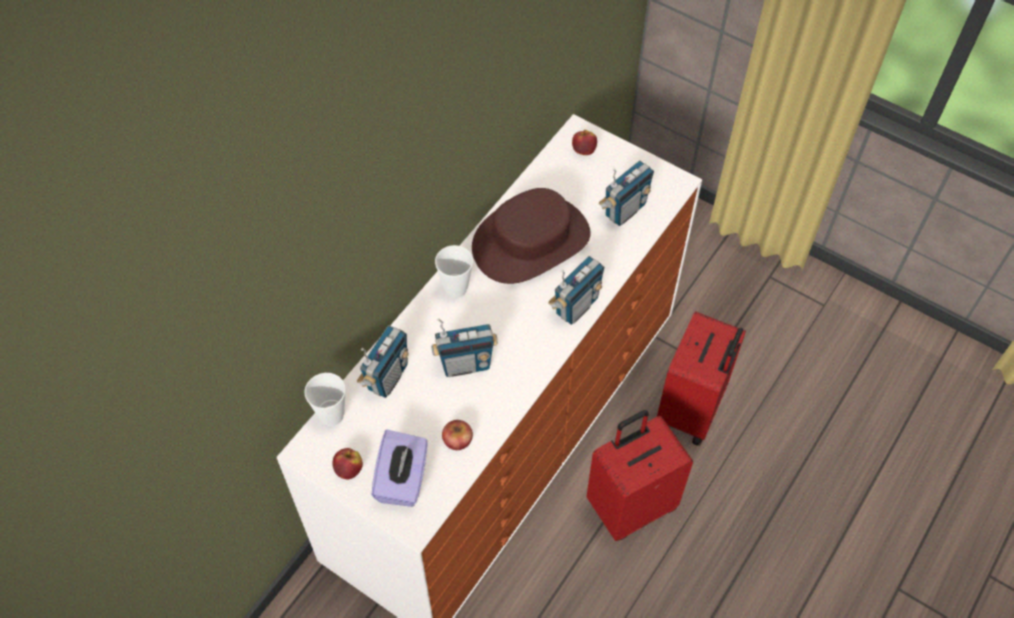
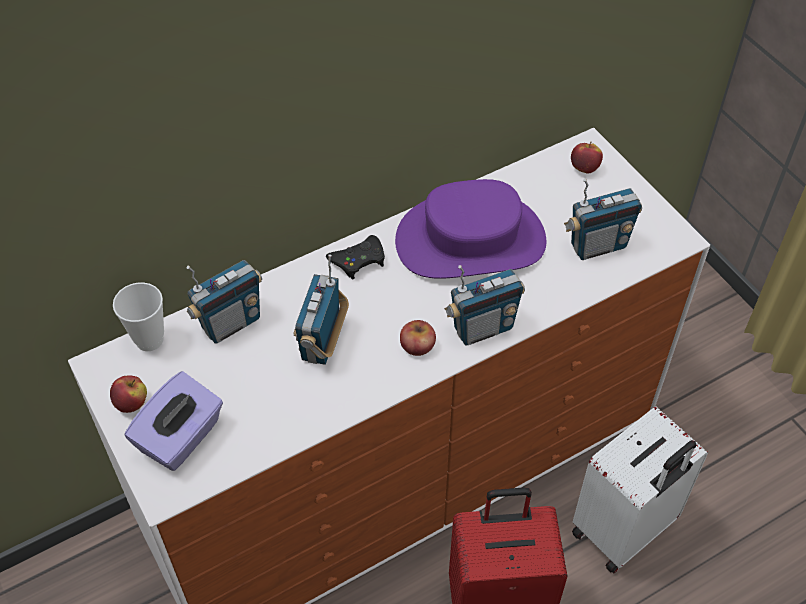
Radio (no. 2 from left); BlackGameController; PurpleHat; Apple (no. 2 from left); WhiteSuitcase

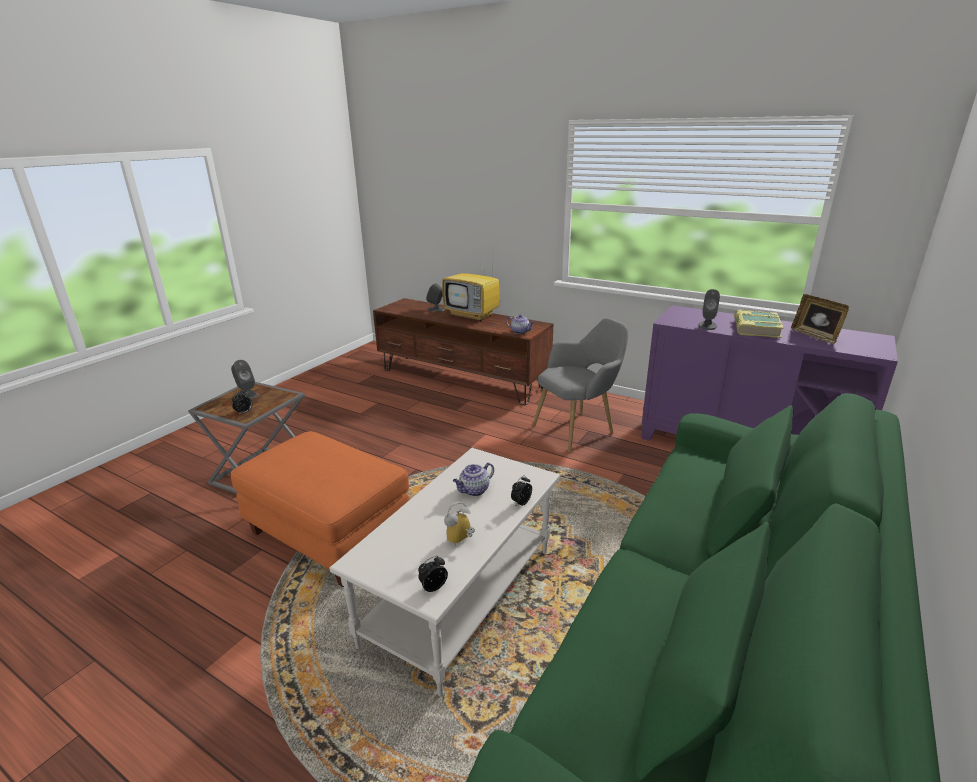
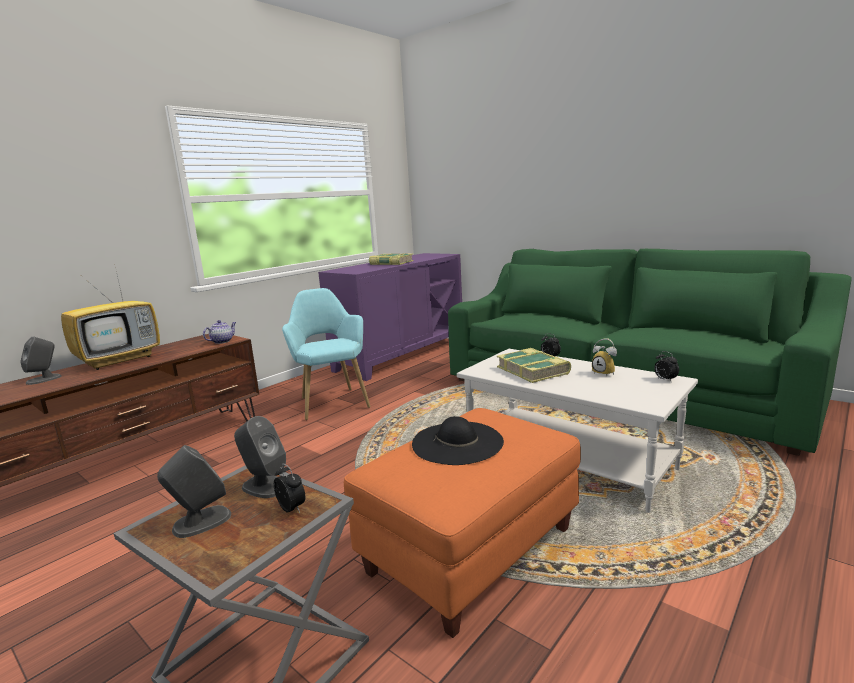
GreySpeaker (no. 3 from left); TurquoiseArmchair; BlackHat; Book (no. 2 from left); PictureFrame

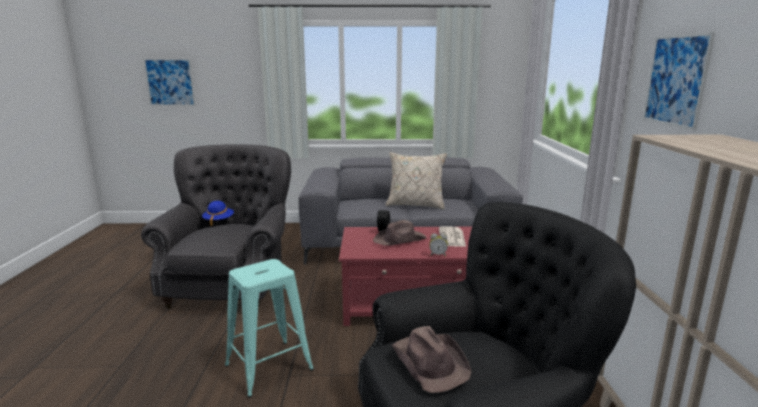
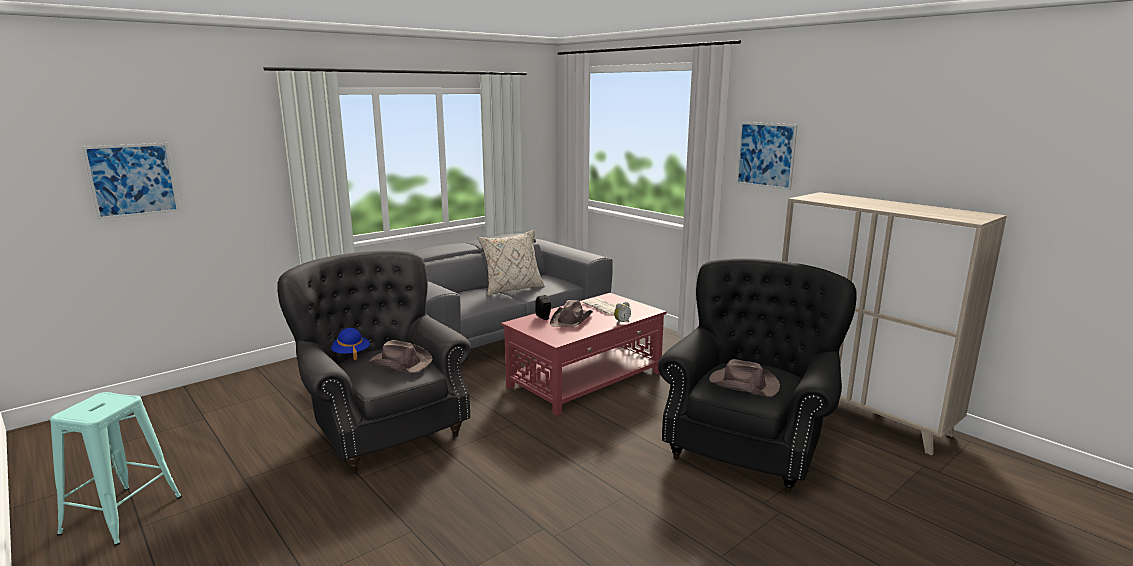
TurquoiseStool; BrownHat (no. 1 from left)

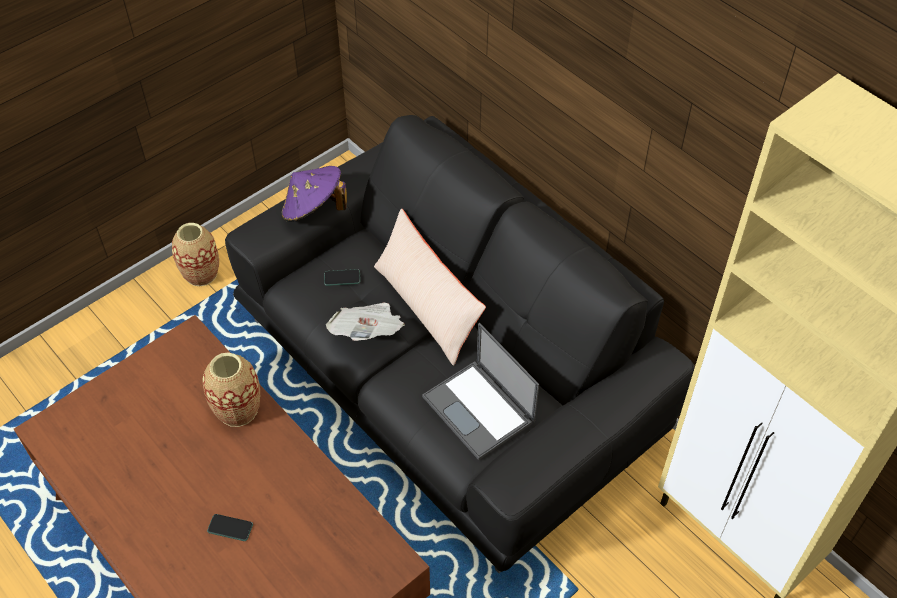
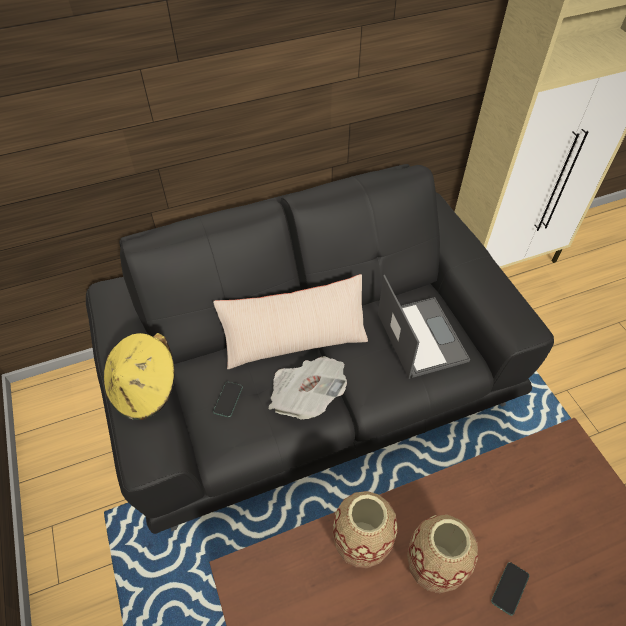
YellowHat; Laptop; Vase (no. 2 from left)

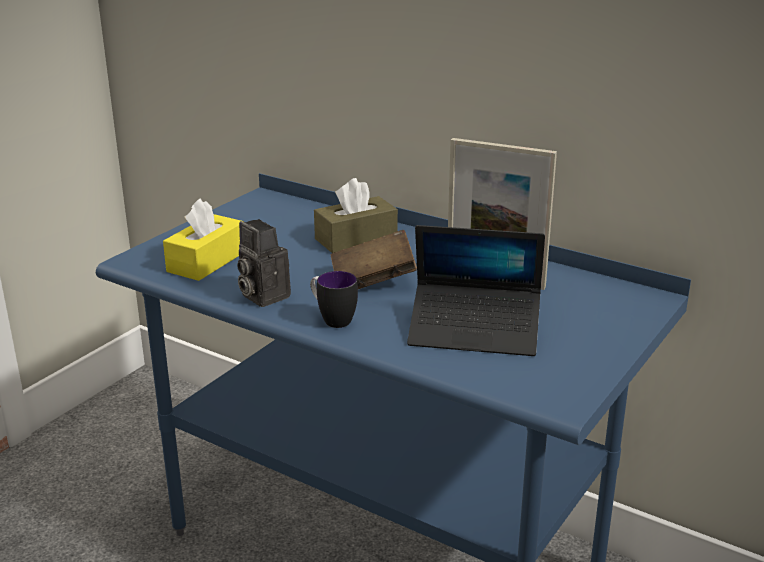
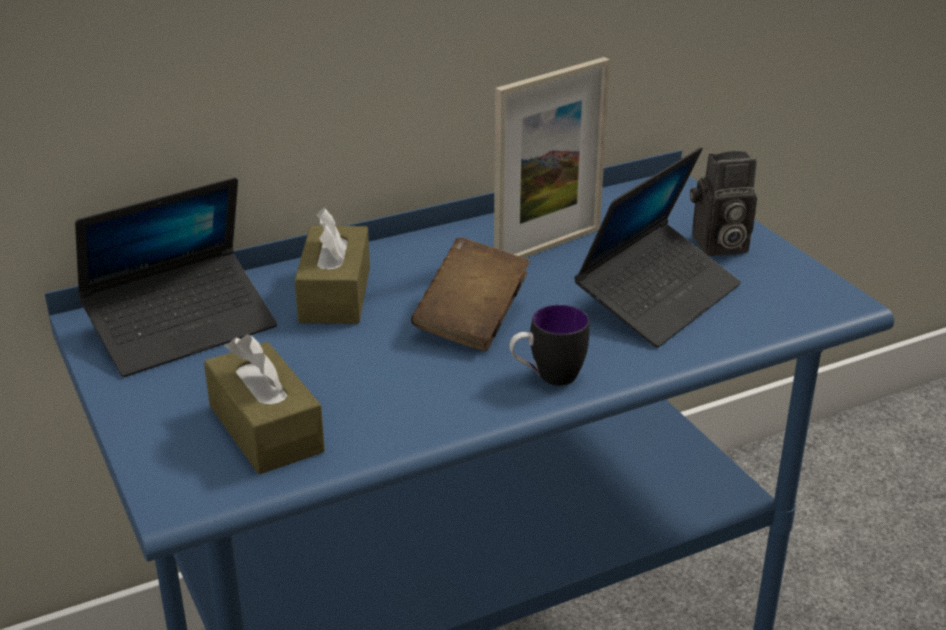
Laptop (no. 1 from left); BrownTissueBox (no. 1 from left); PhotoCamera

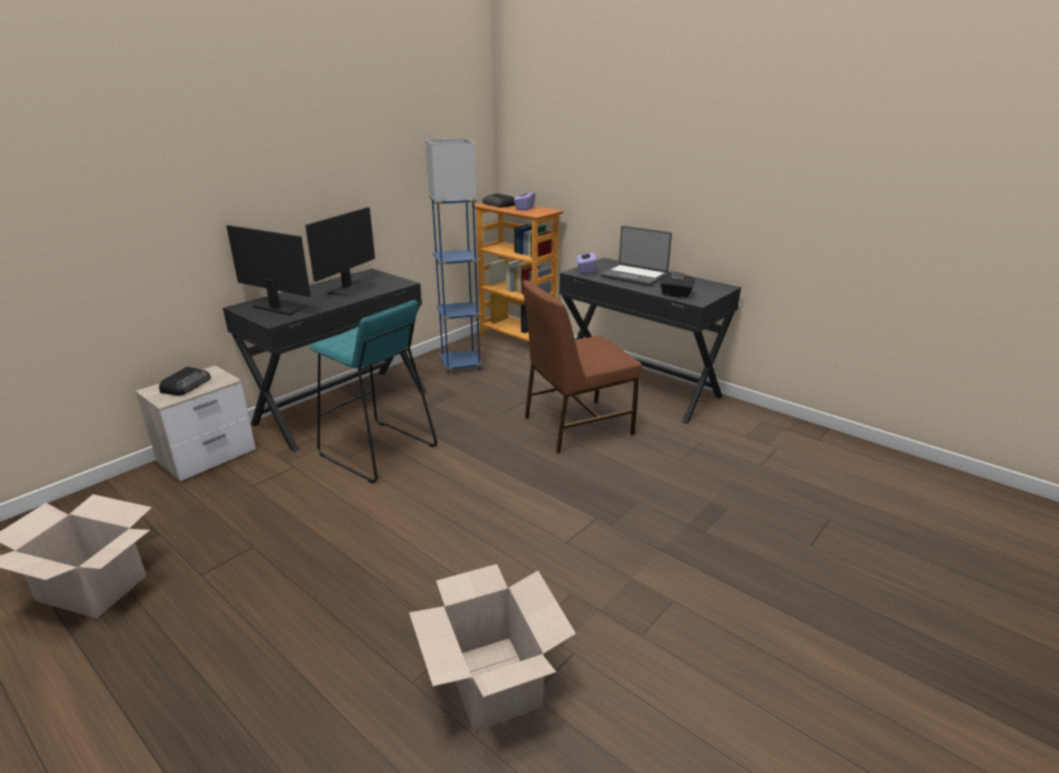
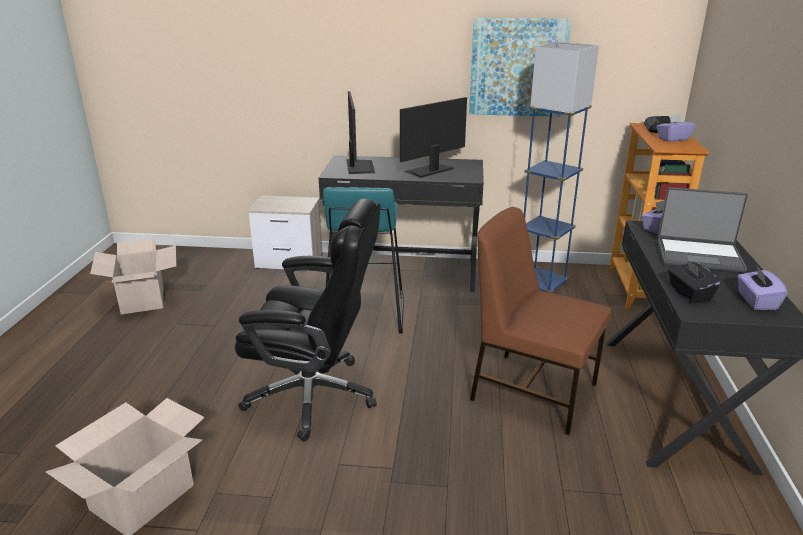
BlackOfficeChair; Monitor (no. 2 from left); Picture; Laptop; PurpleTissueBox (no. 3 from left); Radio (no. 1 from left in the first image)

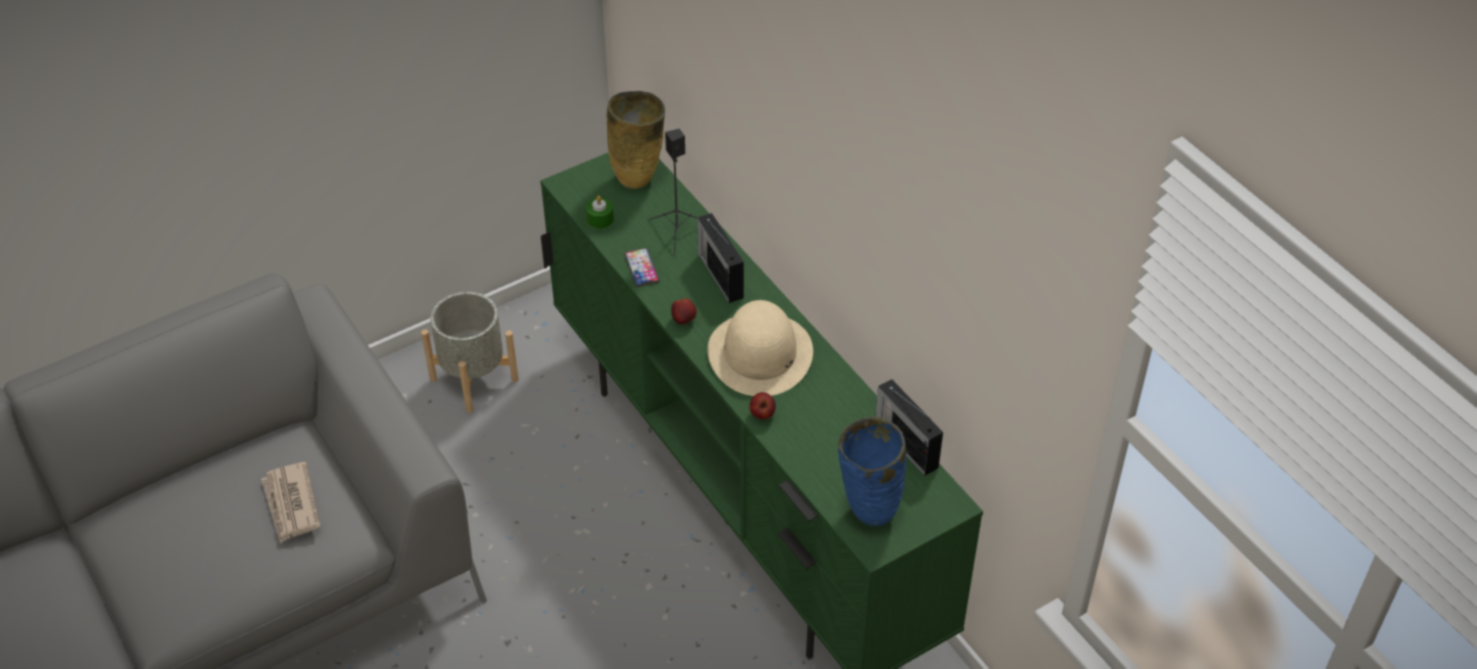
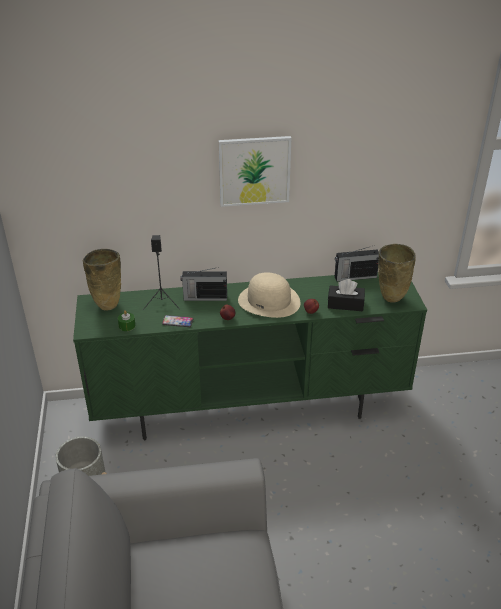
Picture; BlackTissueBox; BeigeVase (no. 2 from left); Newspaper

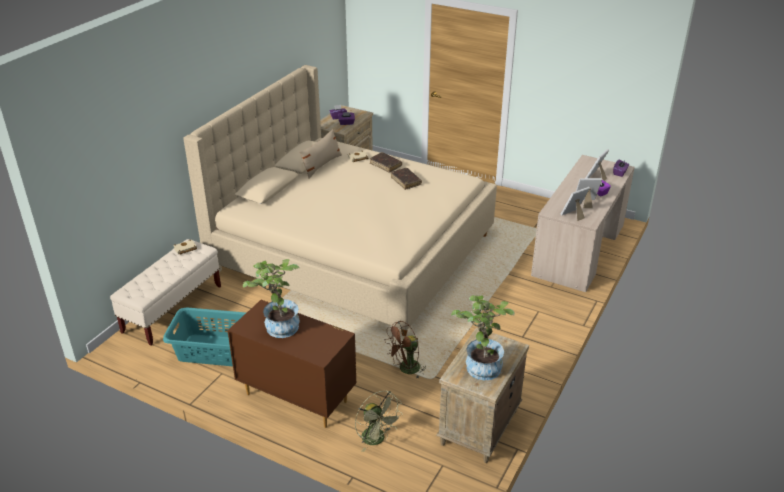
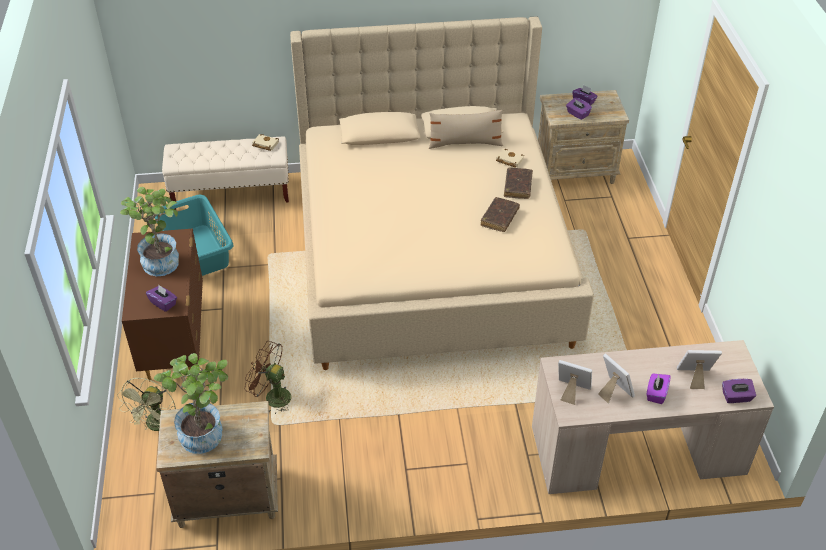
PurpleTissueBox (no. 1 from left)

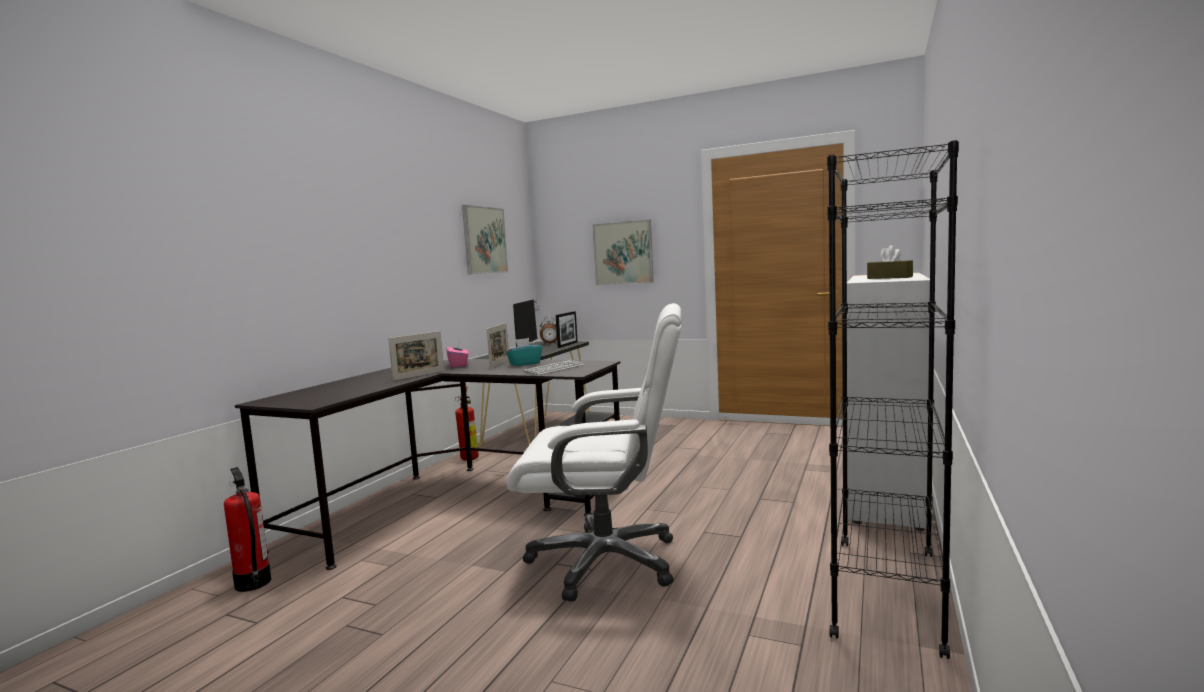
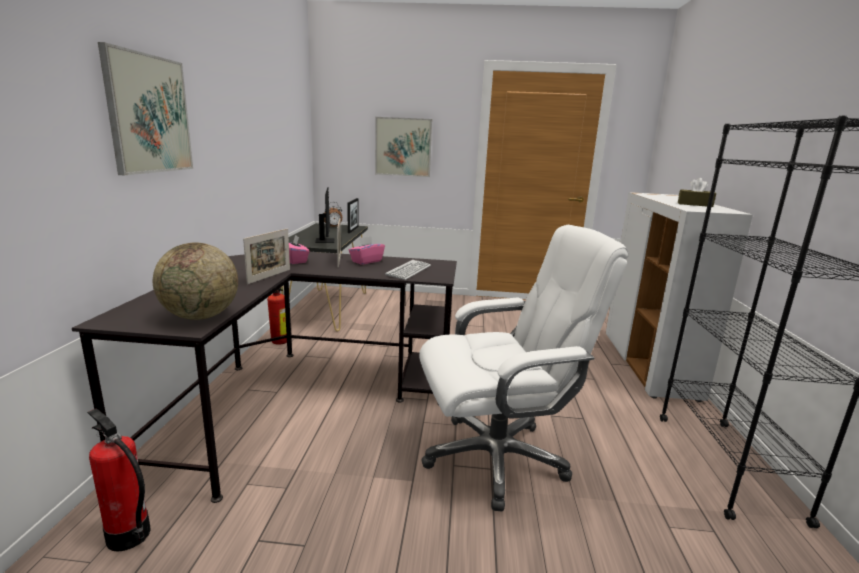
Picture (no. 1 from left); Globe; PinkTissueBox (no. 2 from left)

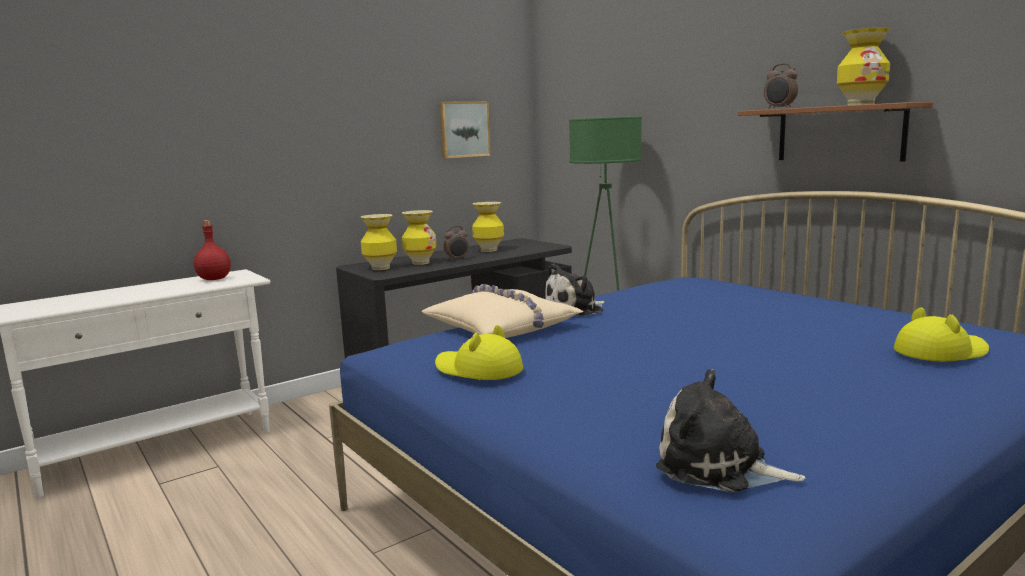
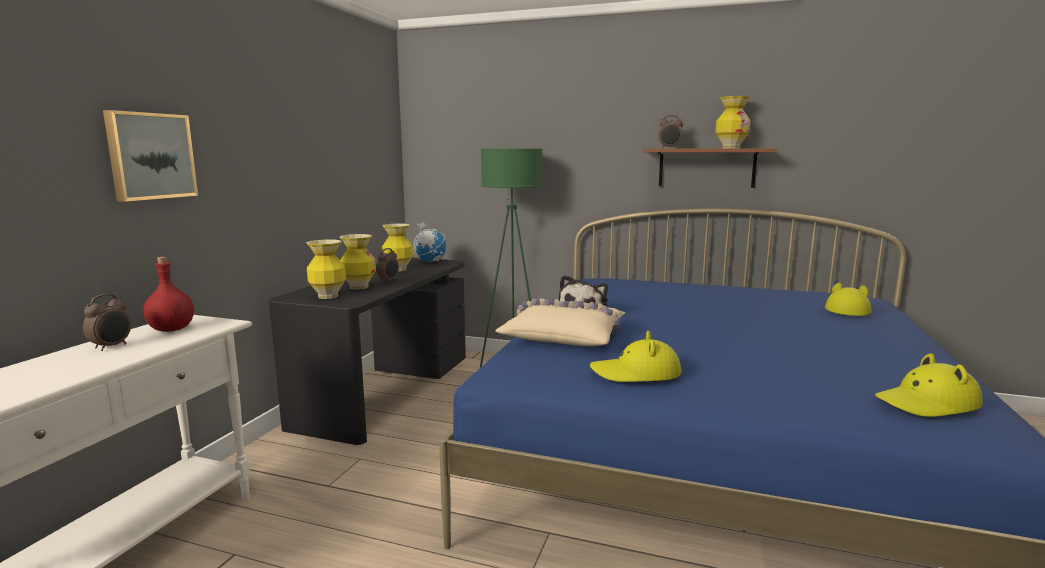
AlarmClock (no. 1 from left); Picture; Globe; YellowHat (no. 3 from left)

